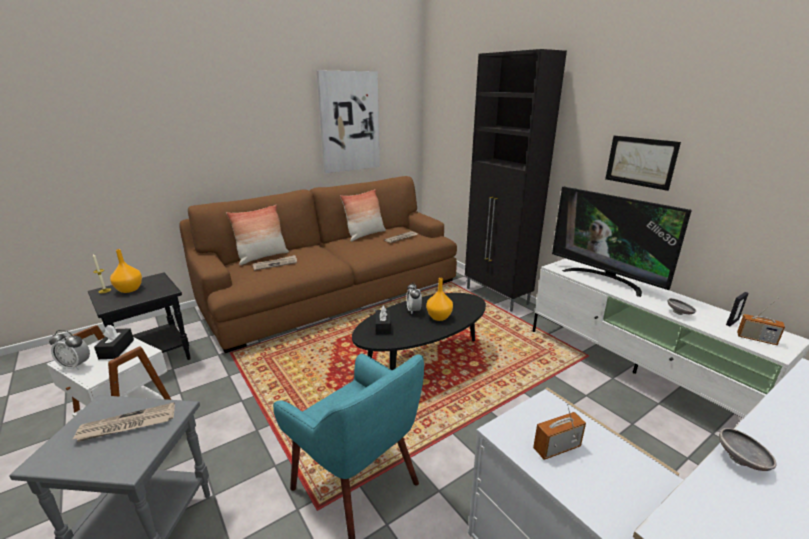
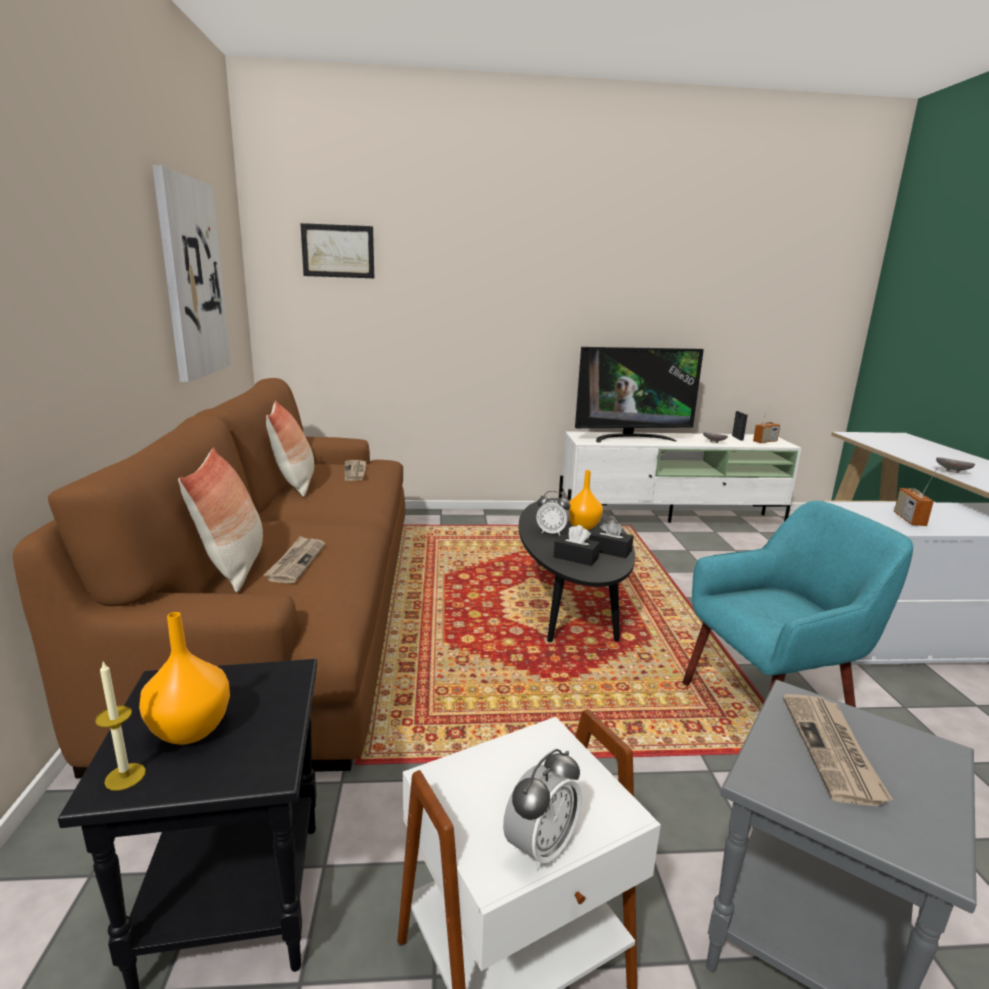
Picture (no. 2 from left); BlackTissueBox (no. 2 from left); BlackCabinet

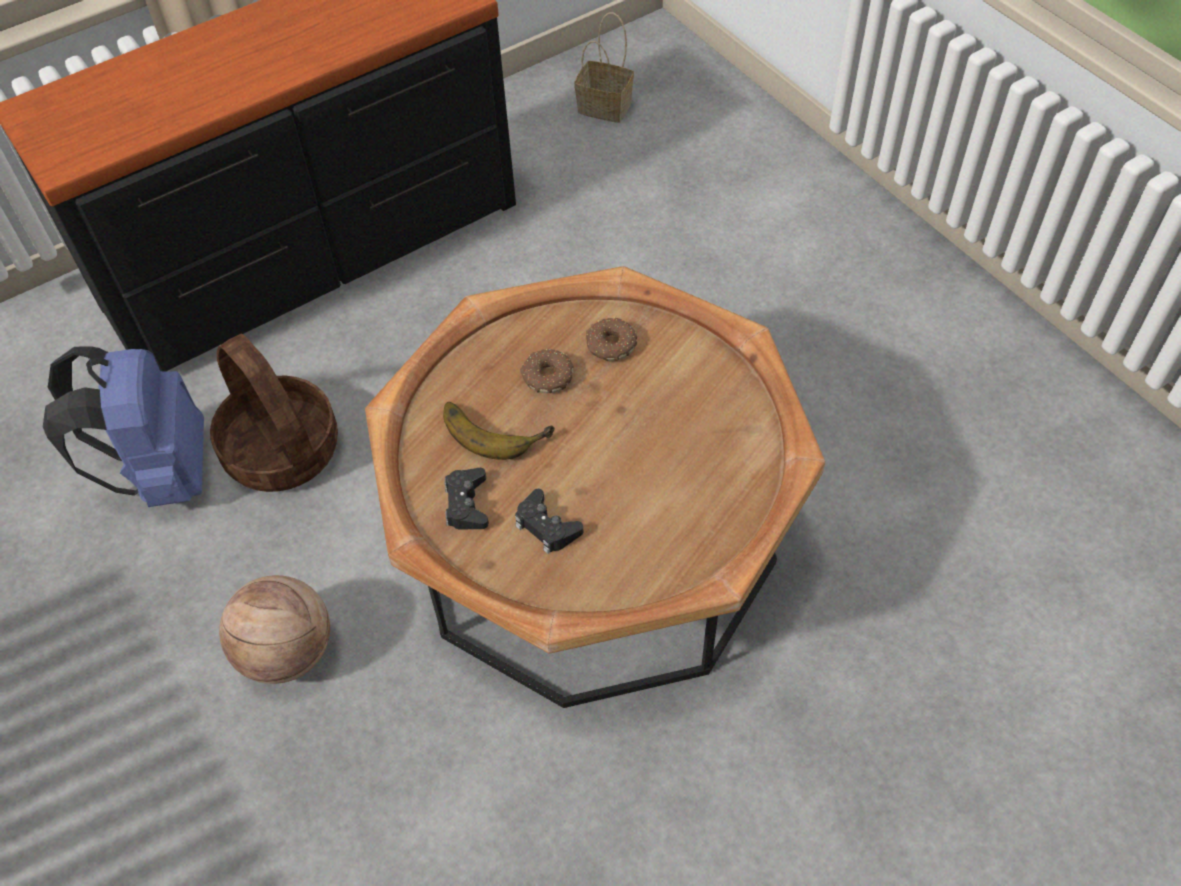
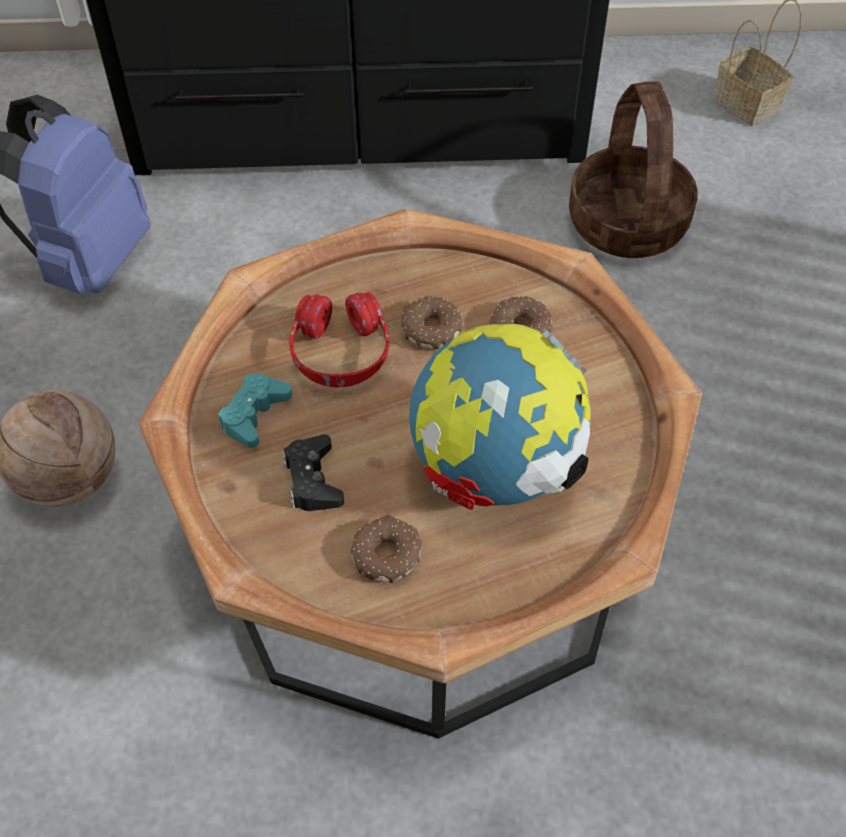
TurquoiseGameController; RedHeadphones; Donut (no. 1 from left); Globe; Basket (no. 1 from left)

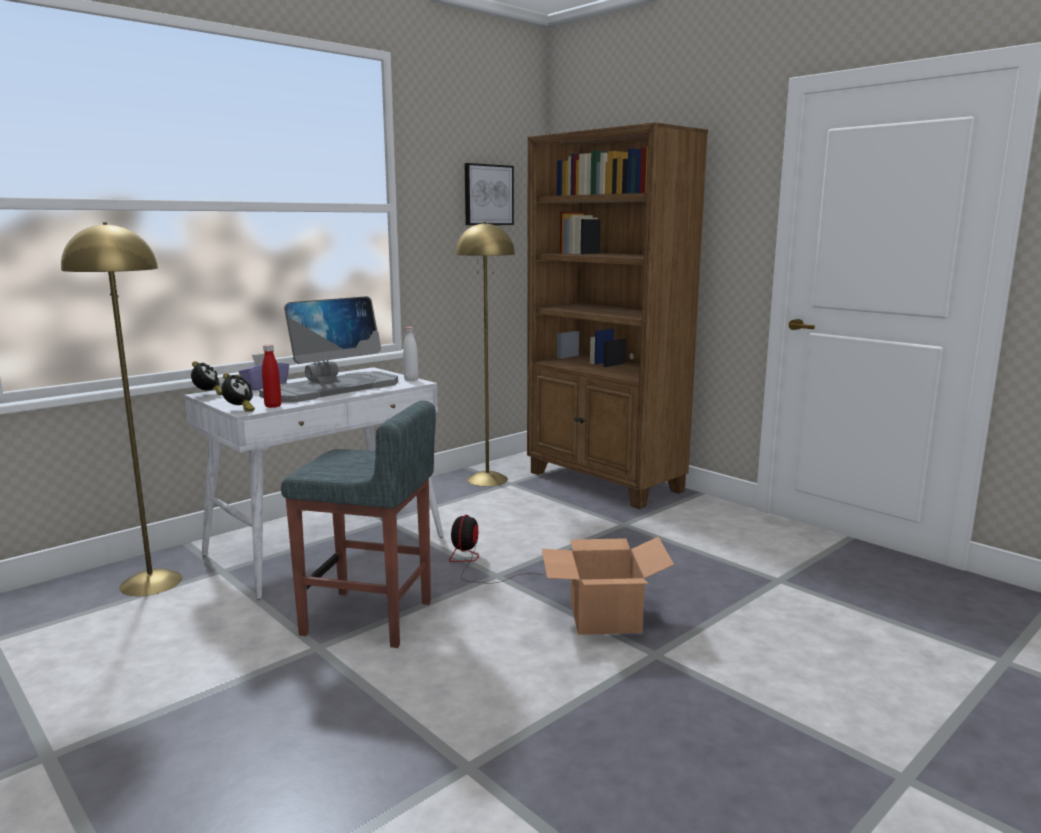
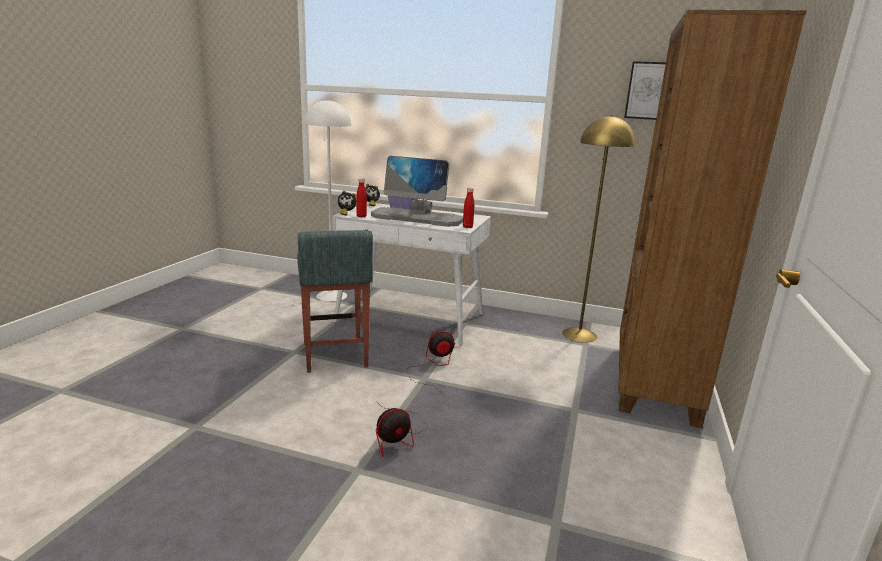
WhiteFloorLamp; Fan (no. 1 from left); RedBottle (no. 2 from left)

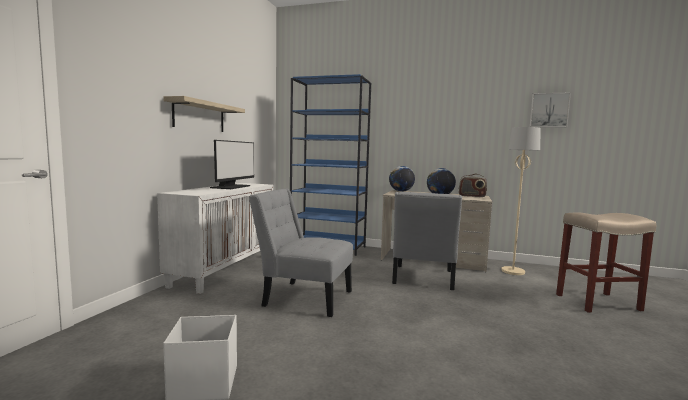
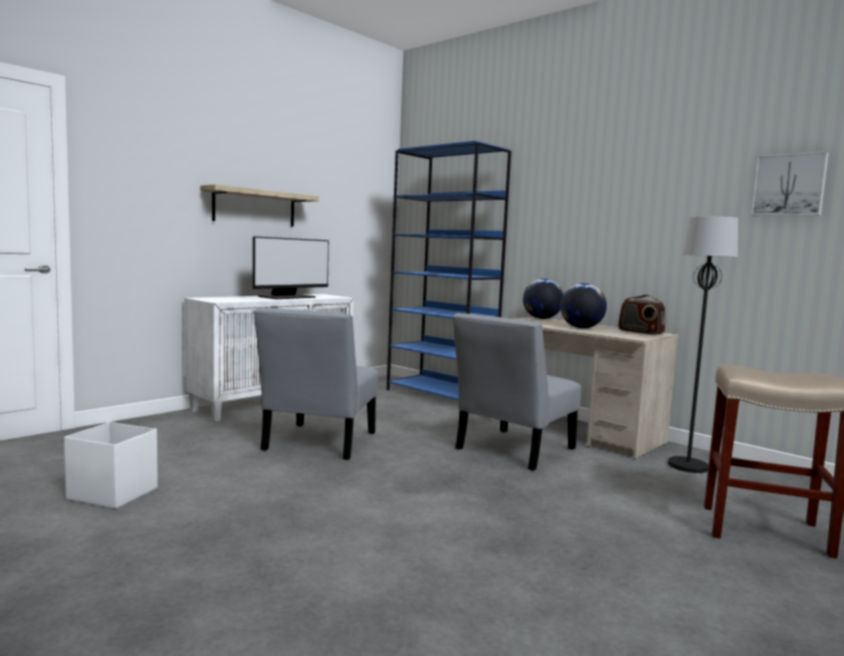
GreyChair (no. 1 from left); BlackFloorLamp

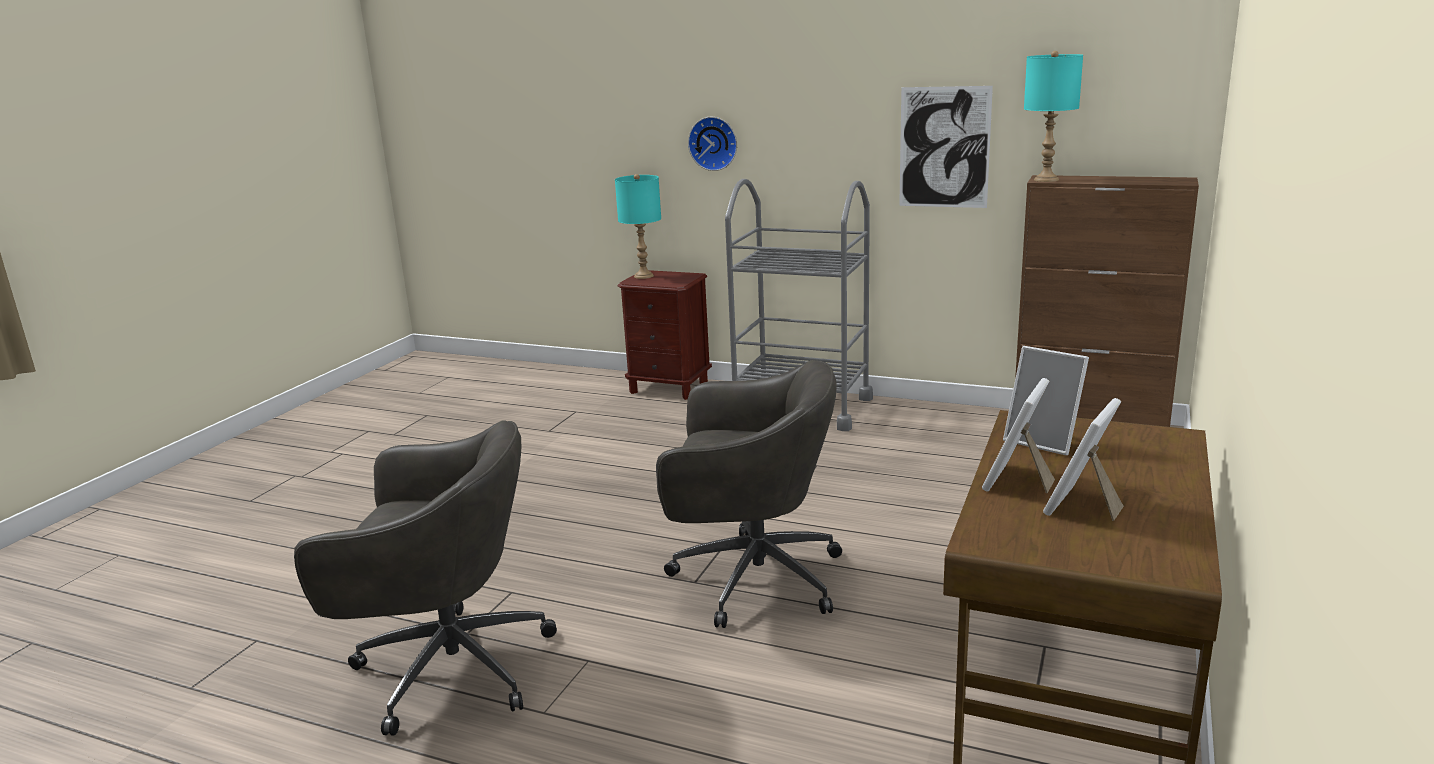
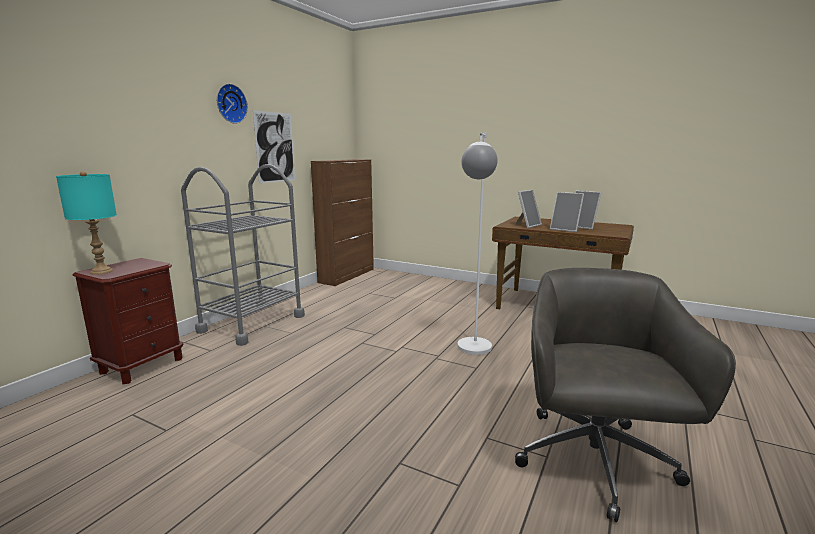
WallClock; WhiteFloorLamp; TurquoiseTableLamp (no. 2 from left in the first image)

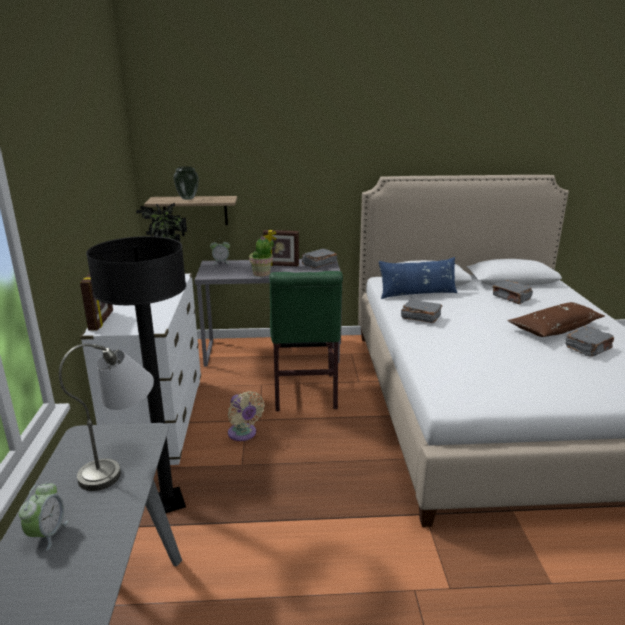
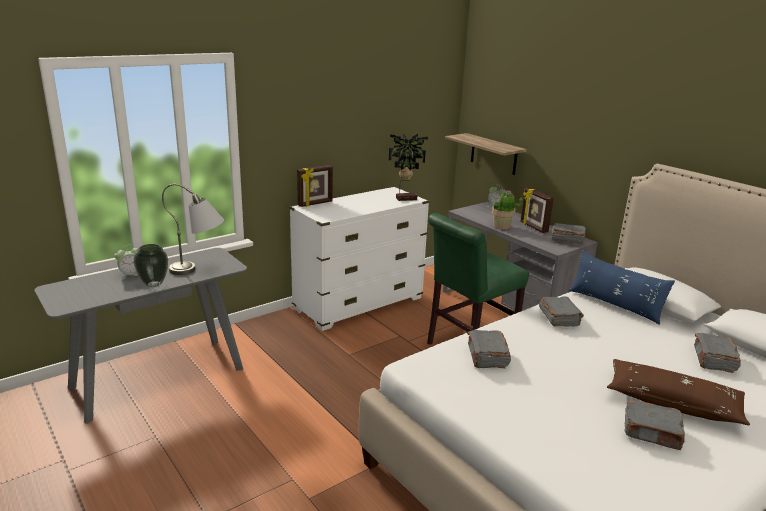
Vase; GreyBook (no. 1 from left); BlackFloorLamp; BeigeFan

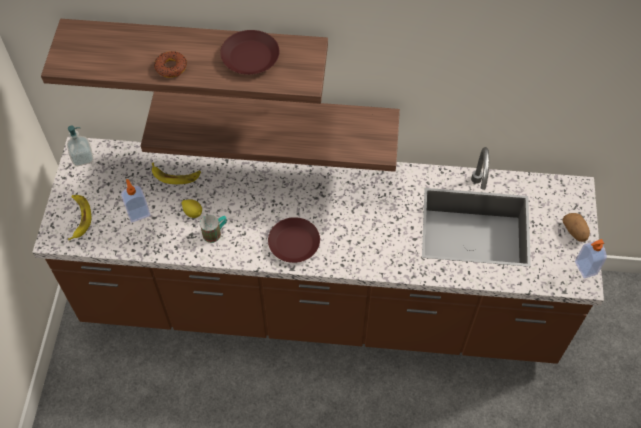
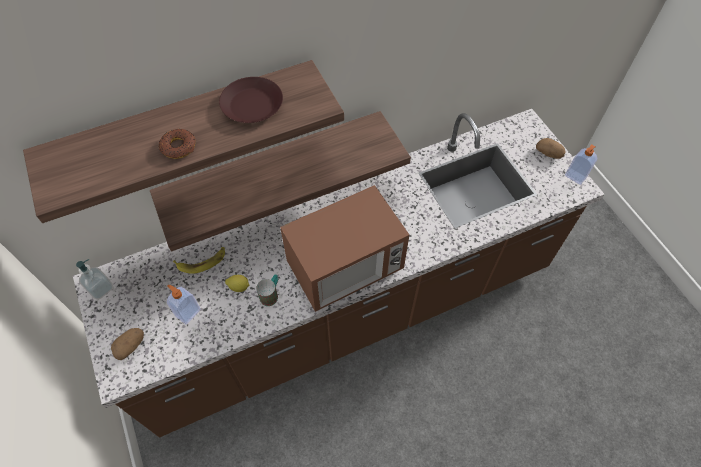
Potato (no. 1 from left); Microwave

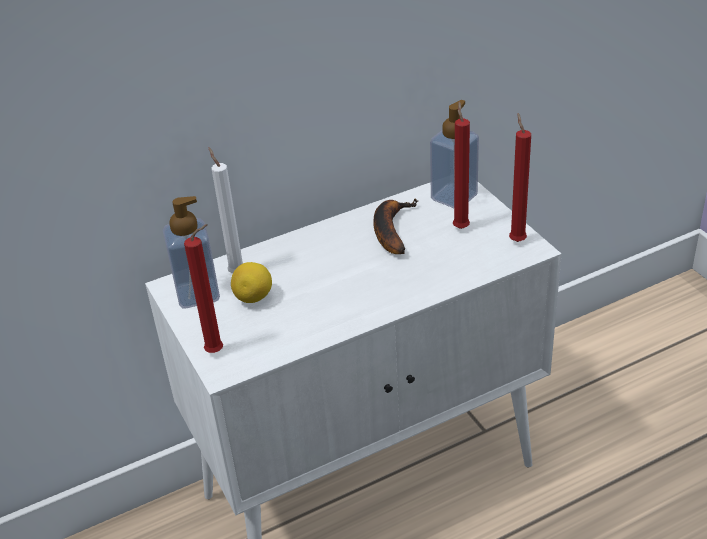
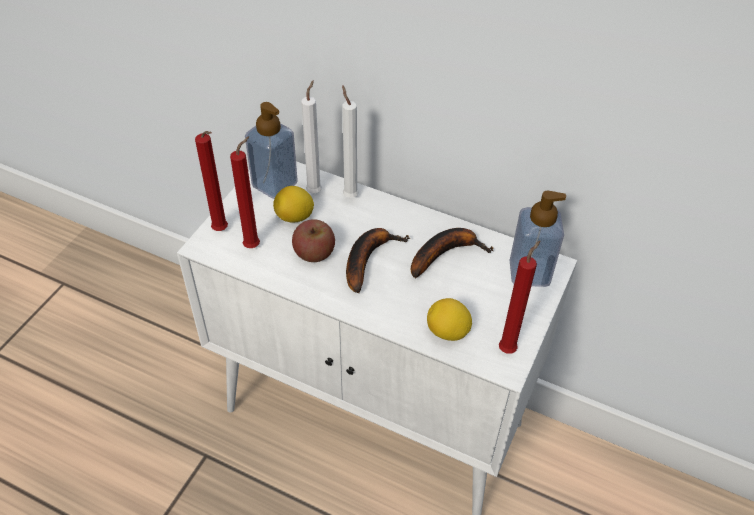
RedCandle (no. 2 from left); Apple; WhiteCandle (no. 2 from left); Banana (no. 1 from left); Lemon (no. 2 from left)

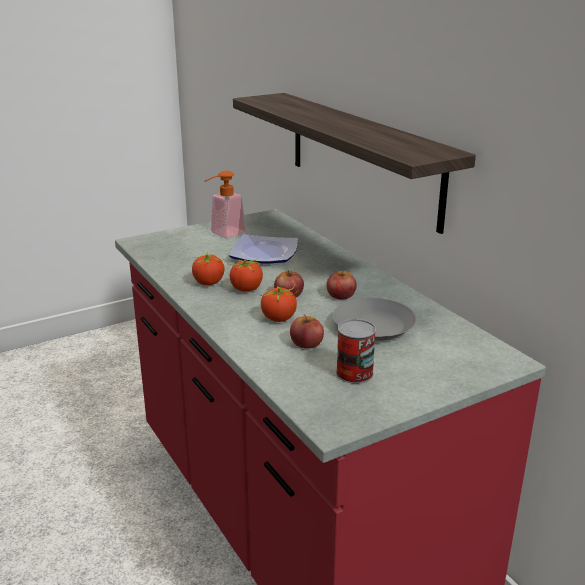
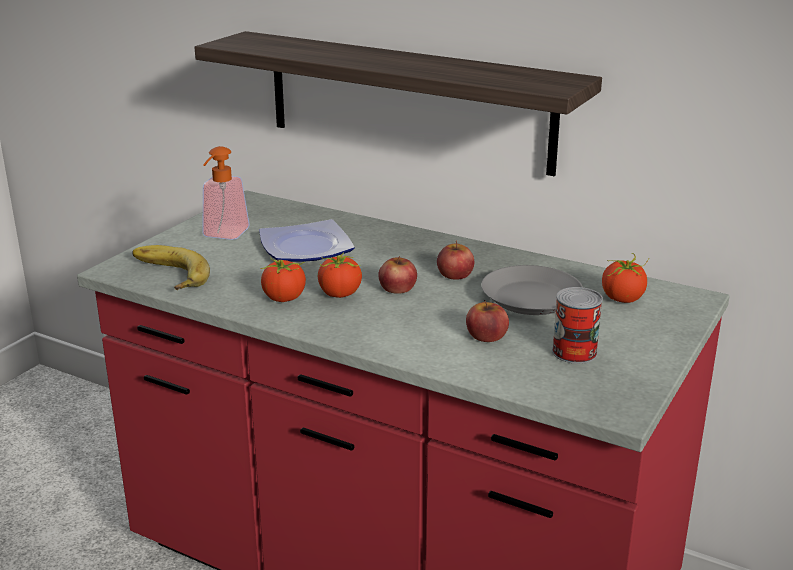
Banana; Tomato (no. 3 from left)

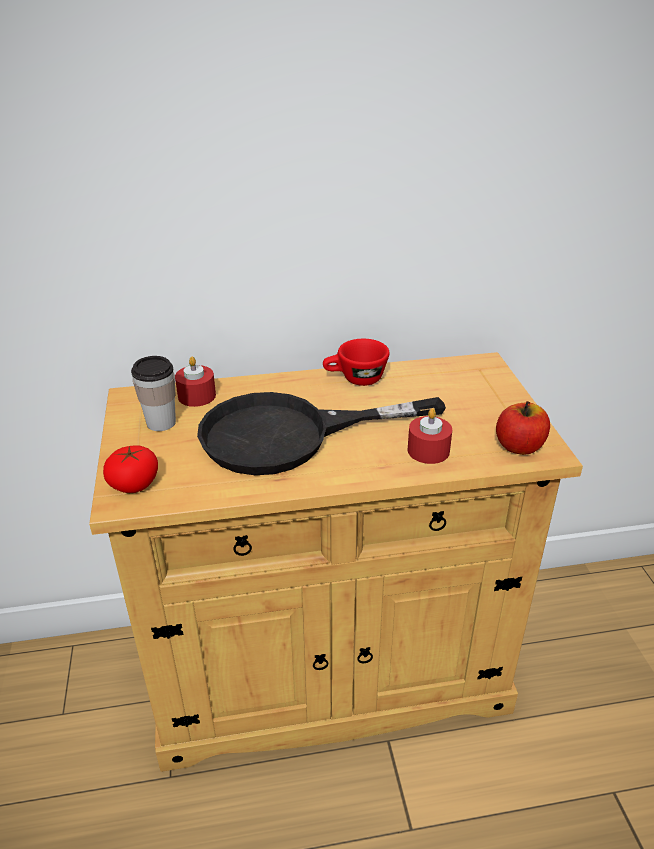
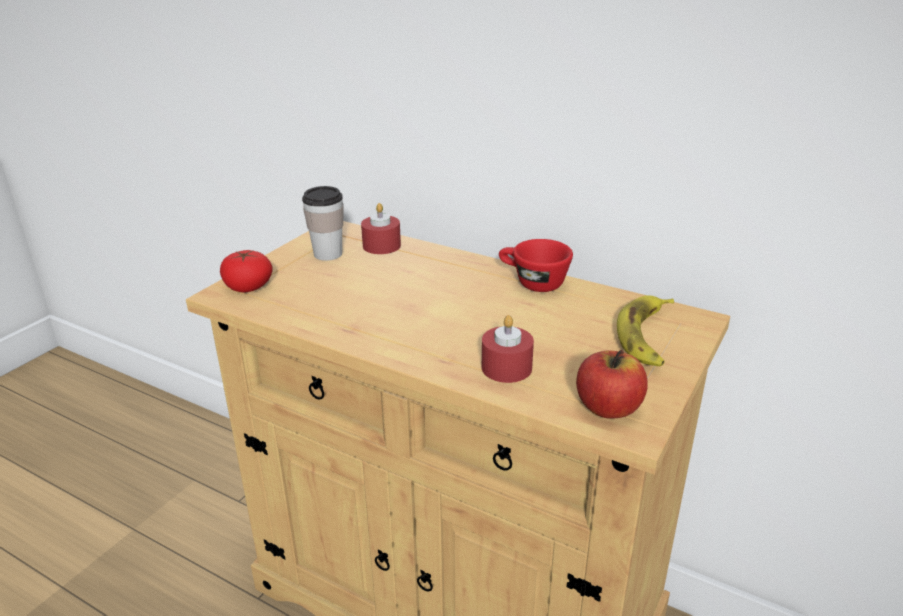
Banana; BlackFryingPan

